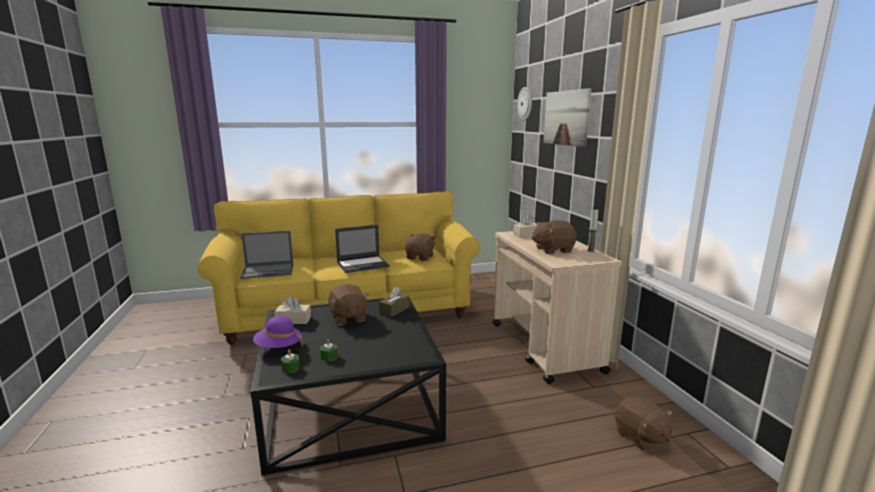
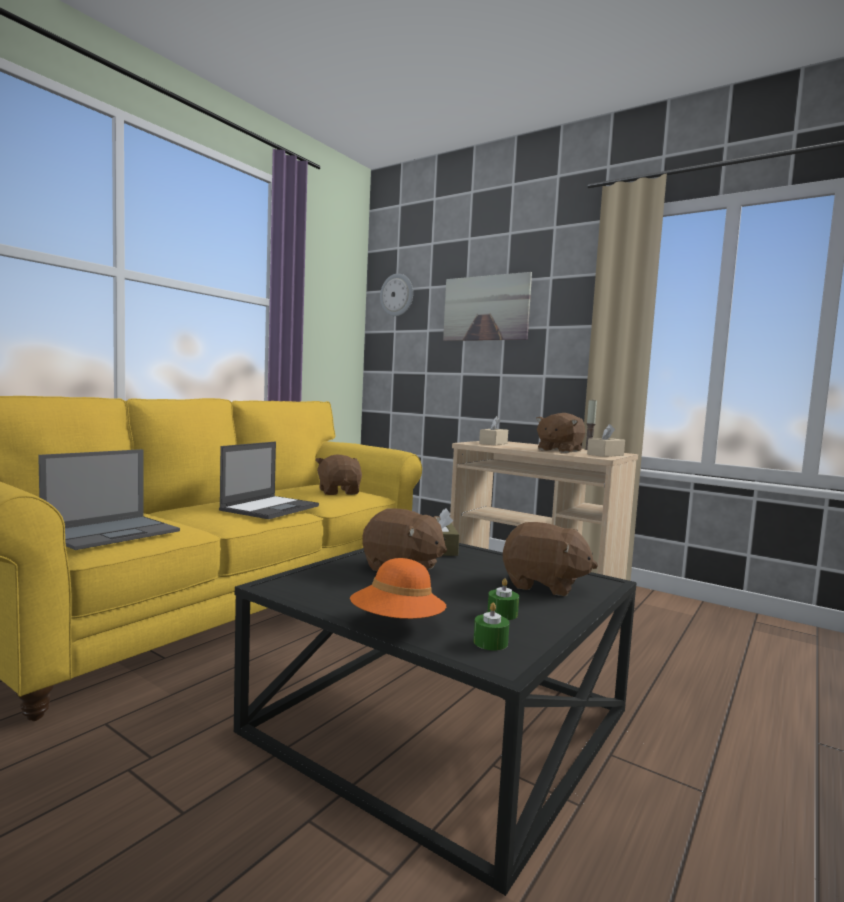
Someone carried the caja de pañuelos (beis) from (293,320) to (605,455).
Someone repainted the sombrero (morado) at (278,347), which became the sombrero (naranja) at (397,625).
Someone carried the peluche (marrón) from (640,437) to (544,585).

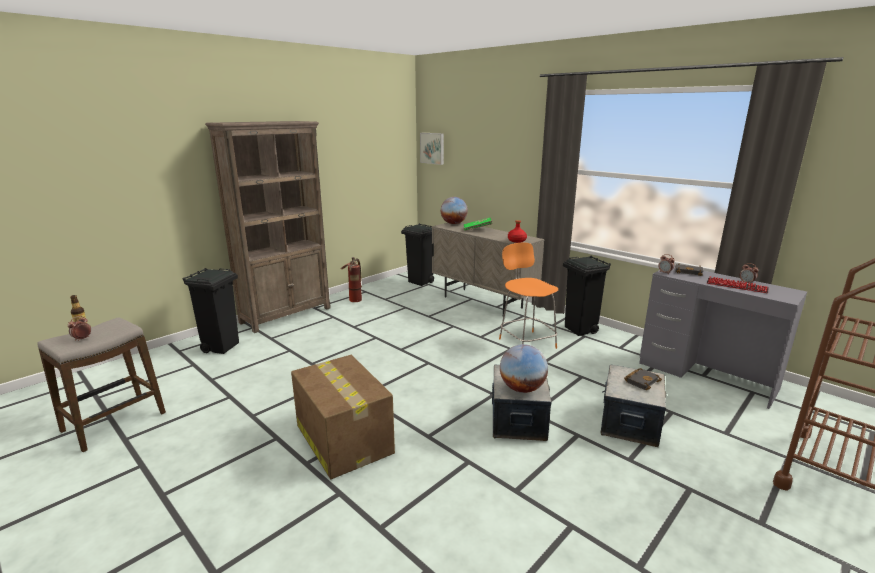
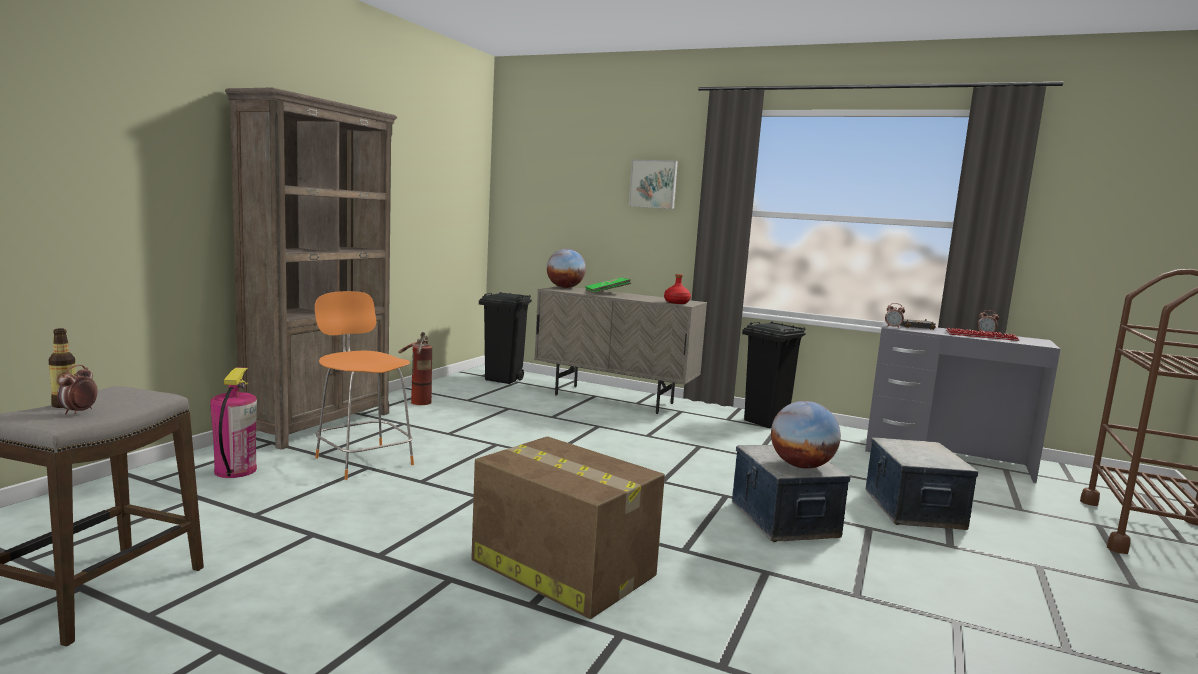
Someone carried the cuadro from (433,148) to (653,184).
Someone carried the silla (naranja) from (526,342) to (363,460).
Someone swapped the papelera (negro) at (222,347) for the extintor at (235,471).
Someone took away the libro (negro) at (641,381).

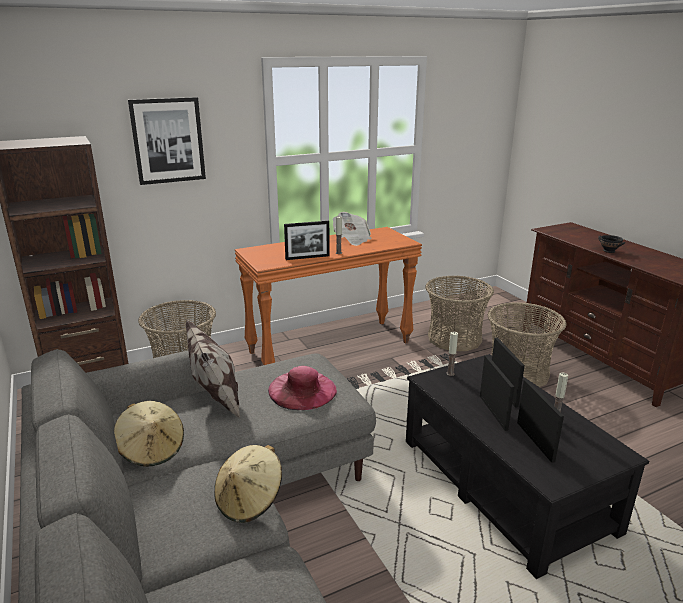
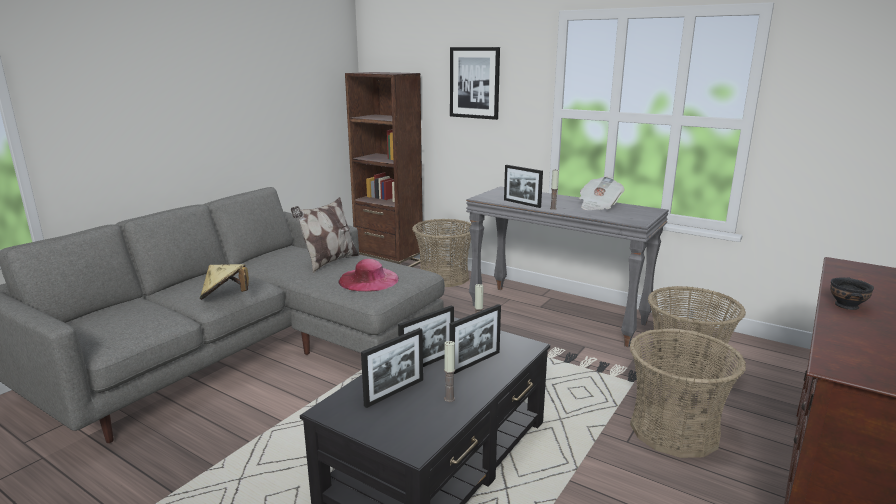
Someone repainted the mesa consola (naranja) at (330,347), which became the mesa consola (gris) at (557,314).
Someone took away the sombrero (beis) at (152,450).

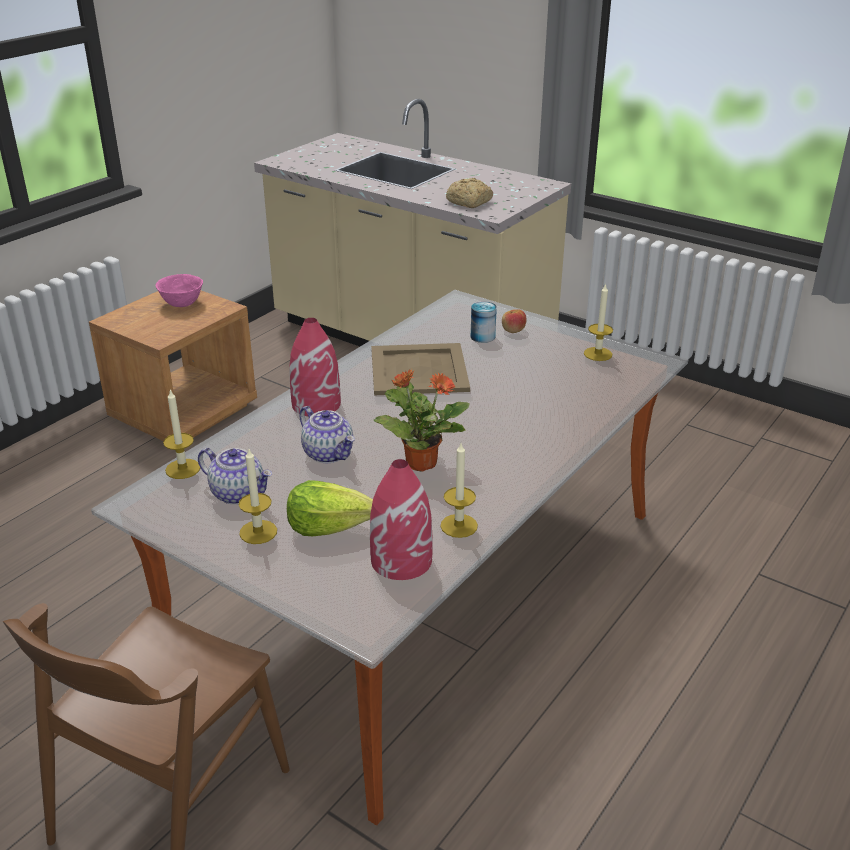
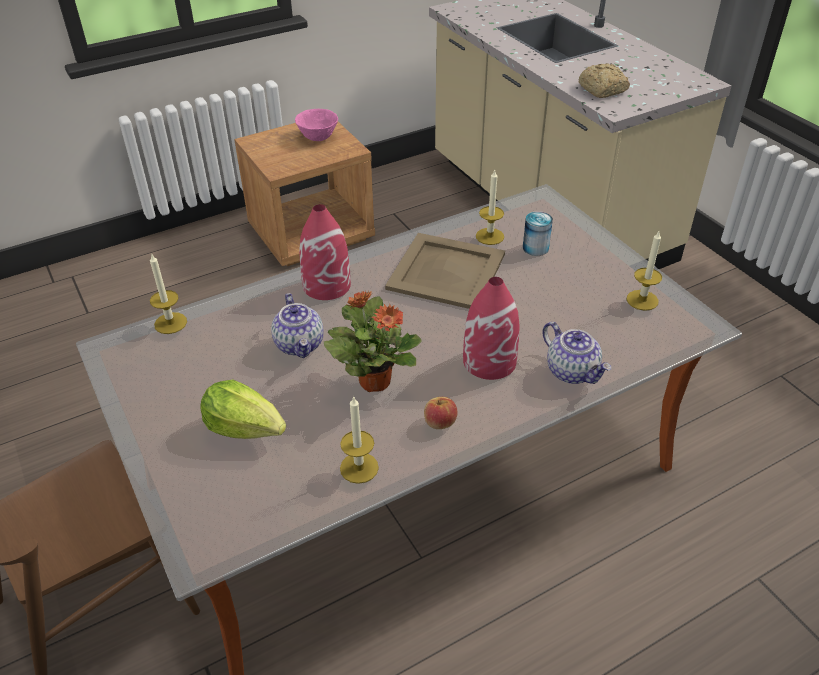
Someone carried the manzana from (513,330) to (440,422).
Someone carried the tetera from (239,493) to (572,371).
Someone carried the vela from (258,532) to (489,236).
Someone carried the florero (rojo) from (401,560) to (489,361).

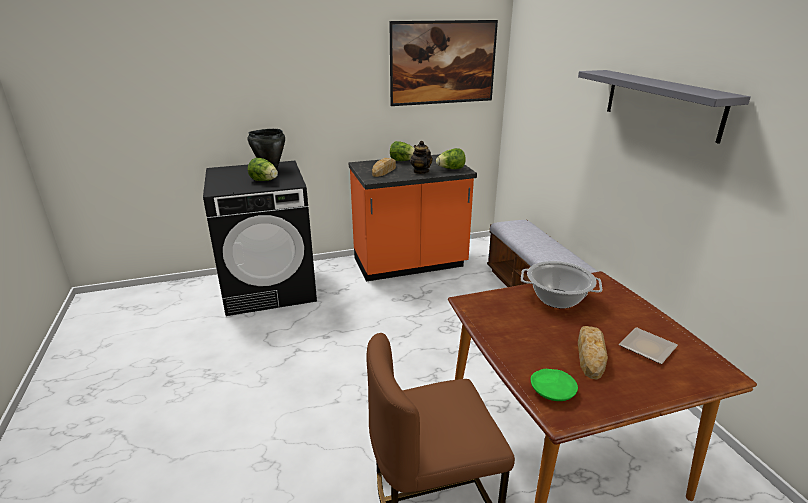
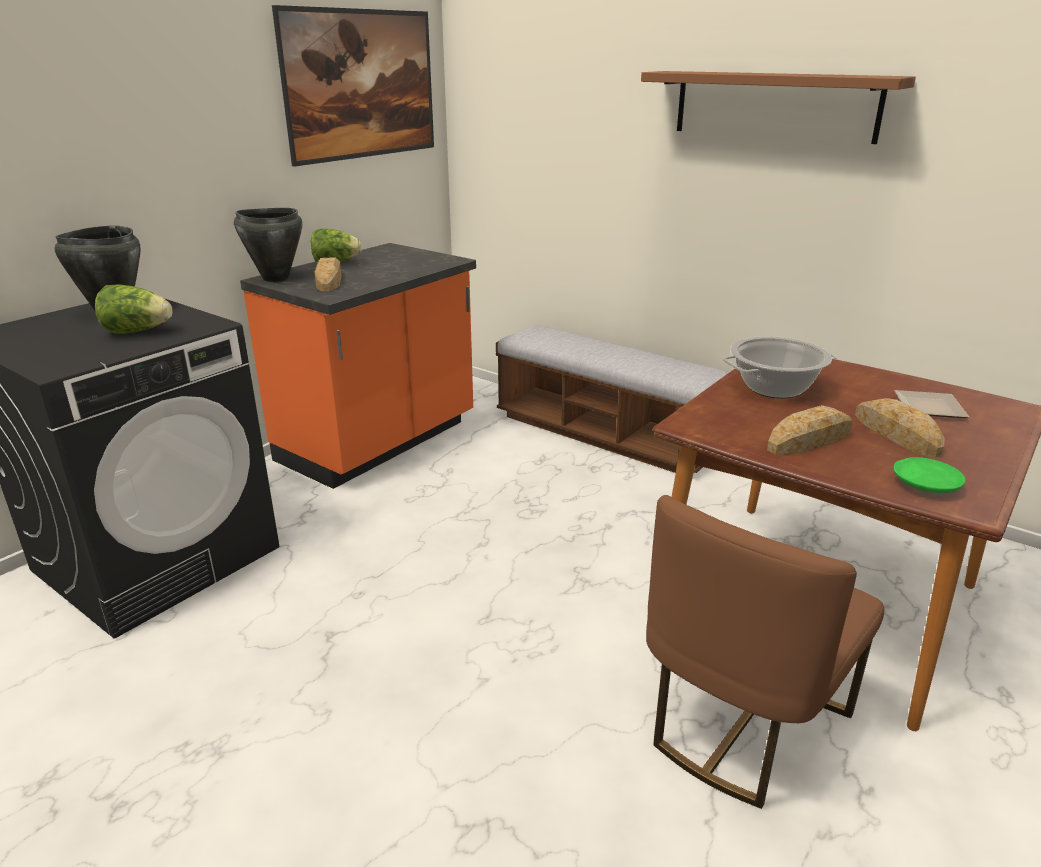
Someone repainted the estante (gris) at (661,103), which became the estante (marrón) at (774,105).
Someone took away the tetera at (421,171).
Someone took away the lechuga at (451,169).
Someone put down the olla (negro) at (275,278).
Someone put down the pan at (808,440).

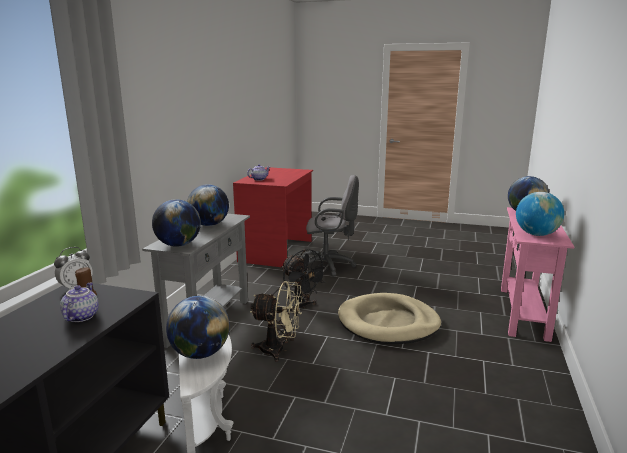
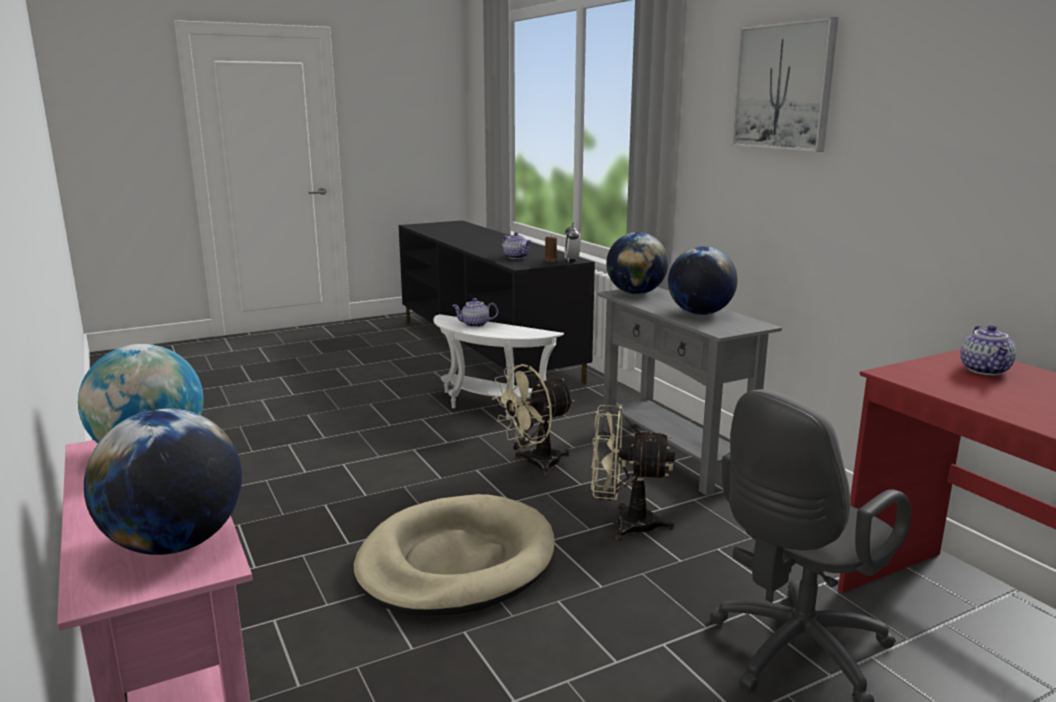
Someone repainted the ventilador (negro) at (301,306), which became the ventilador (beis) at (624,524).
Someone swapped the globo terráqueo at (200,353) for the tetera at (475,325).
Someone put up the cuadro at (783,87).

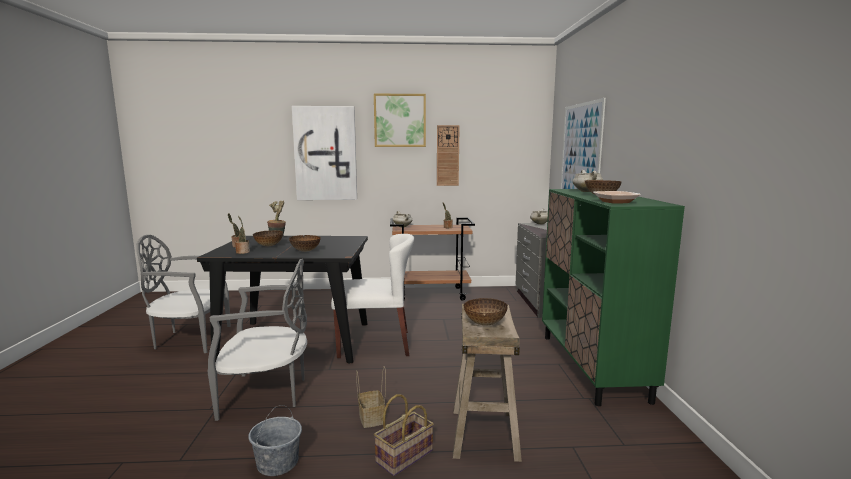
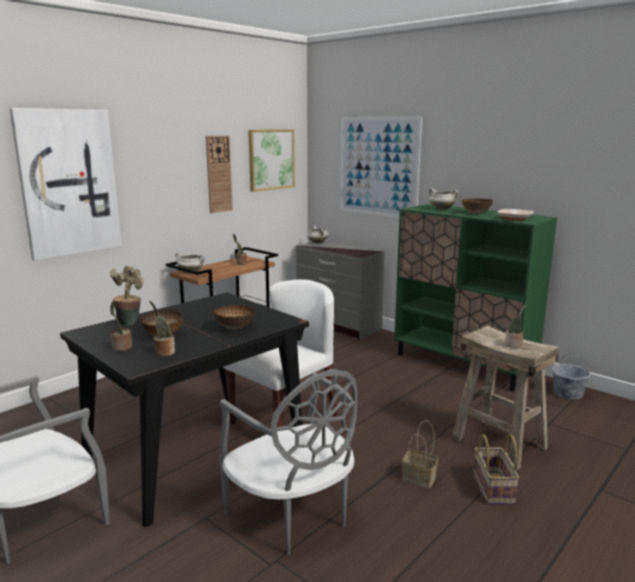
Someone carried the cuadro from (400,120) to (271,159).
Someone rotated the silla (gris) at (266,394) by 105 degrees clockwise.
Someone swapped the cuenco at (484,323) for the planta en maceta at (514,345).
Someone carried the cubo (gris) from (278,462) to (567,393).

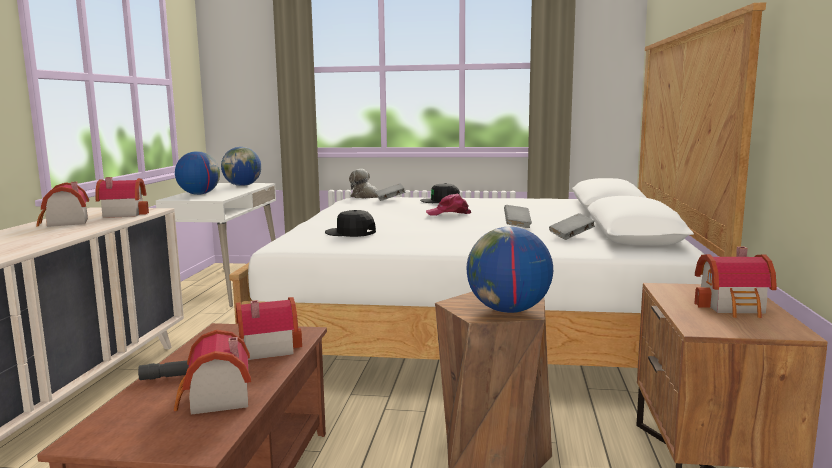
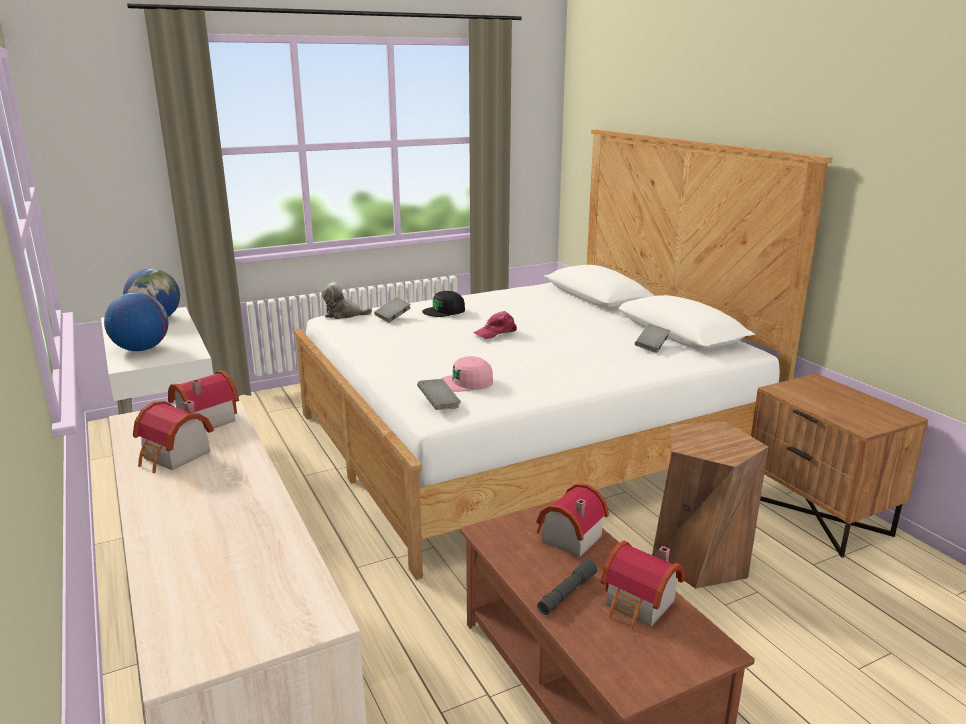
Someone carried the libro (gris) from (517,225) to (439,404).
Someone repainted the gorra (negro) at (351,232), which became the gorra (rosa) at (466,382).
Someone took away the globo terráqueo at (508,310).
Someone took away the casita at (735,307).

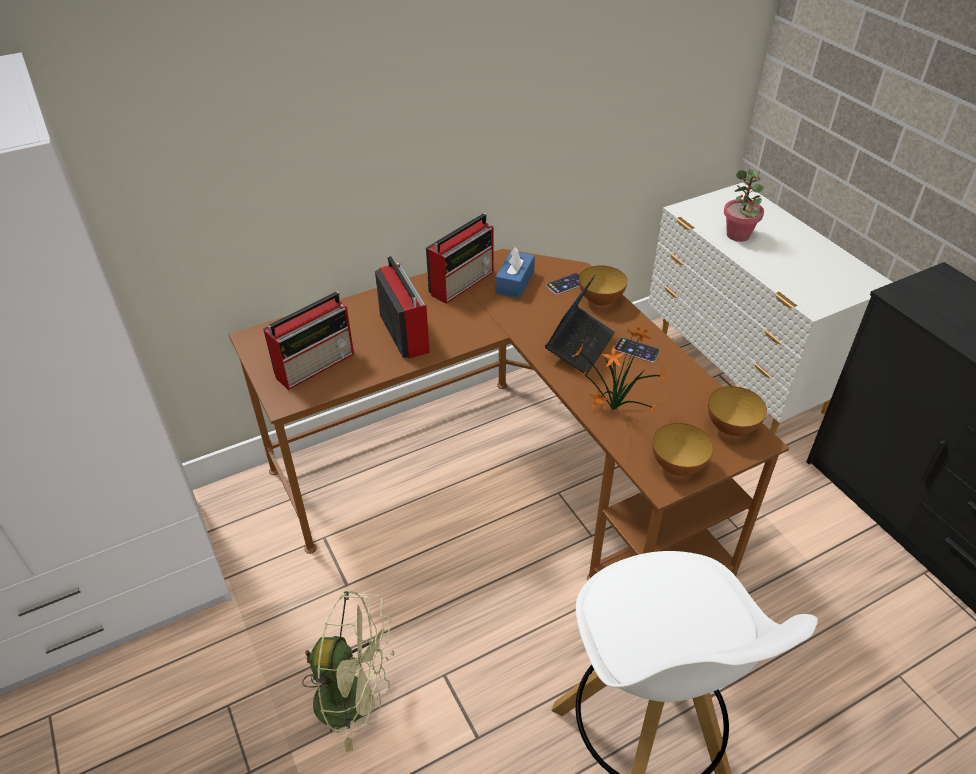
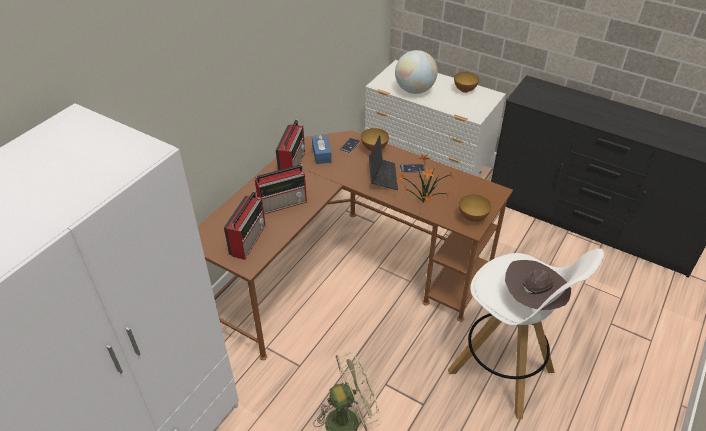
Someone swapped the planta en maceta at (738,235) for the globo terráqueo at (414,90).
Someone rotated the radio at (404,332) by 120 degrees clockwise.
Someone carried the cuenco from (731,428) to (464,90).
Someone put down the sombrero (marrón) at (532,301).

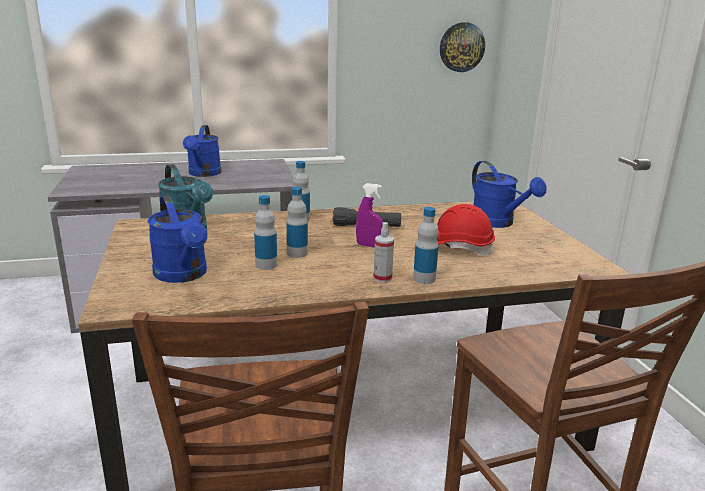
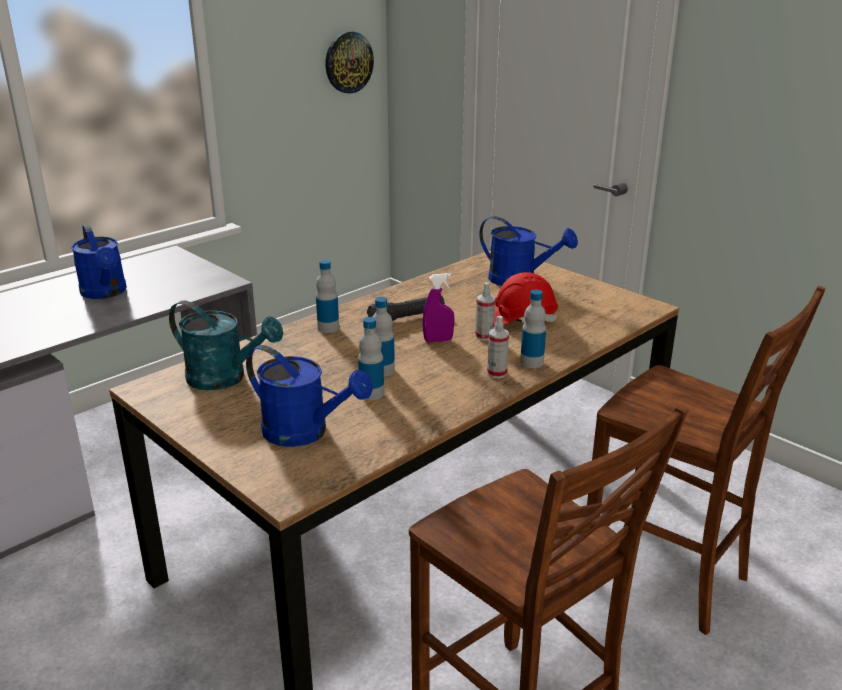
Someone put down the pulverizador at (484,336).

